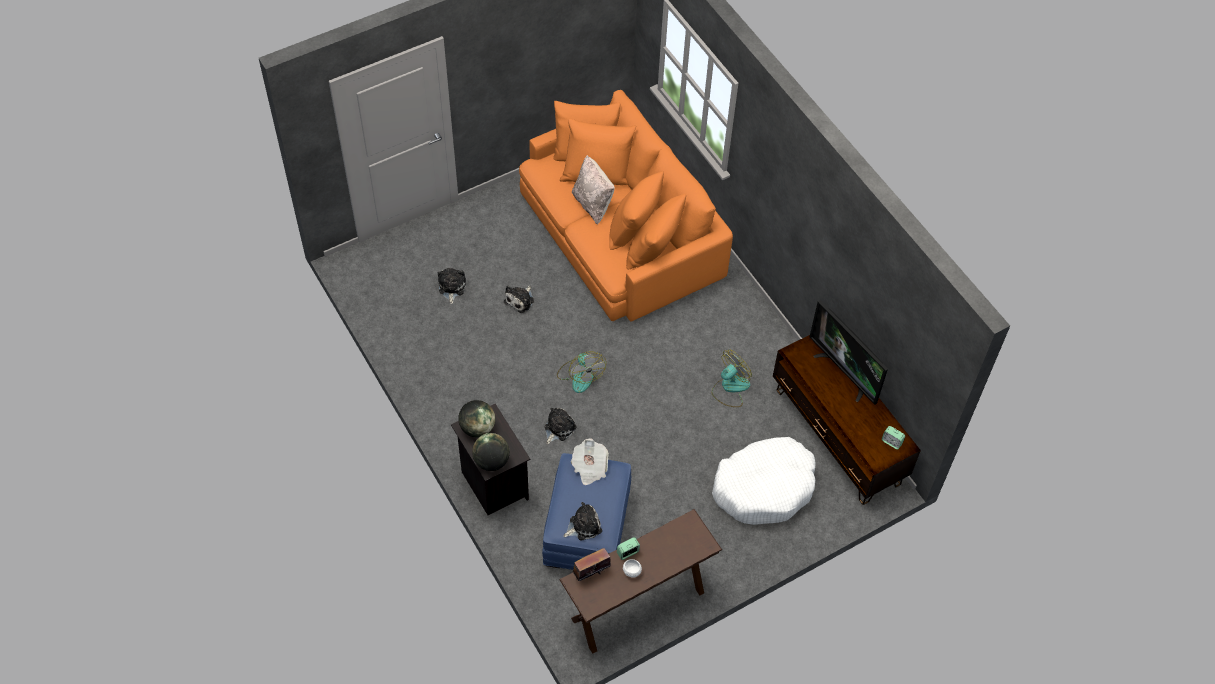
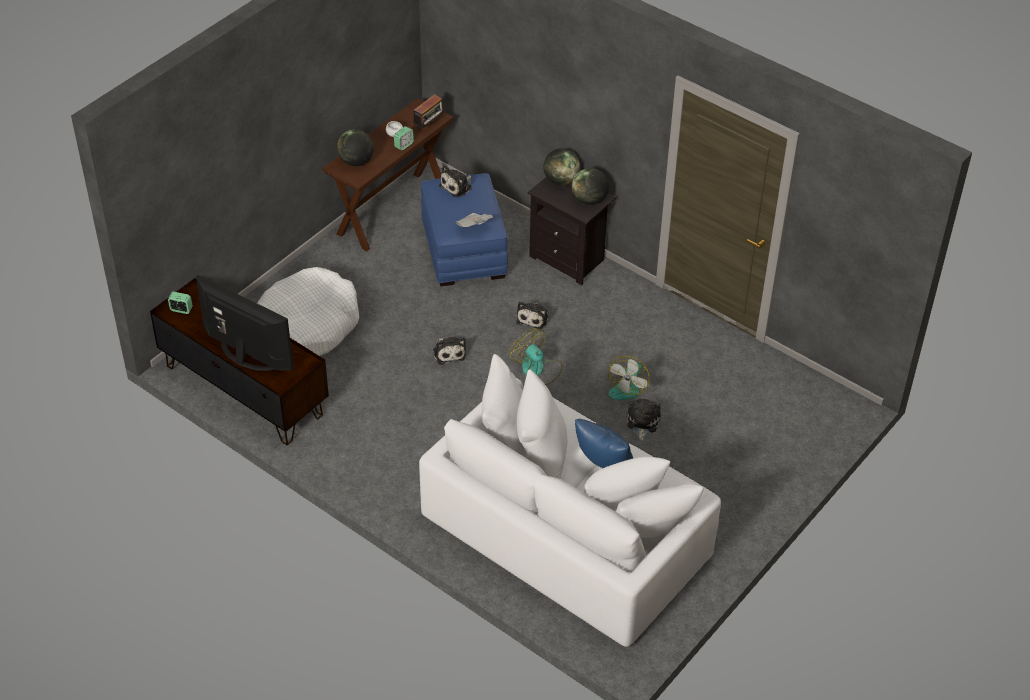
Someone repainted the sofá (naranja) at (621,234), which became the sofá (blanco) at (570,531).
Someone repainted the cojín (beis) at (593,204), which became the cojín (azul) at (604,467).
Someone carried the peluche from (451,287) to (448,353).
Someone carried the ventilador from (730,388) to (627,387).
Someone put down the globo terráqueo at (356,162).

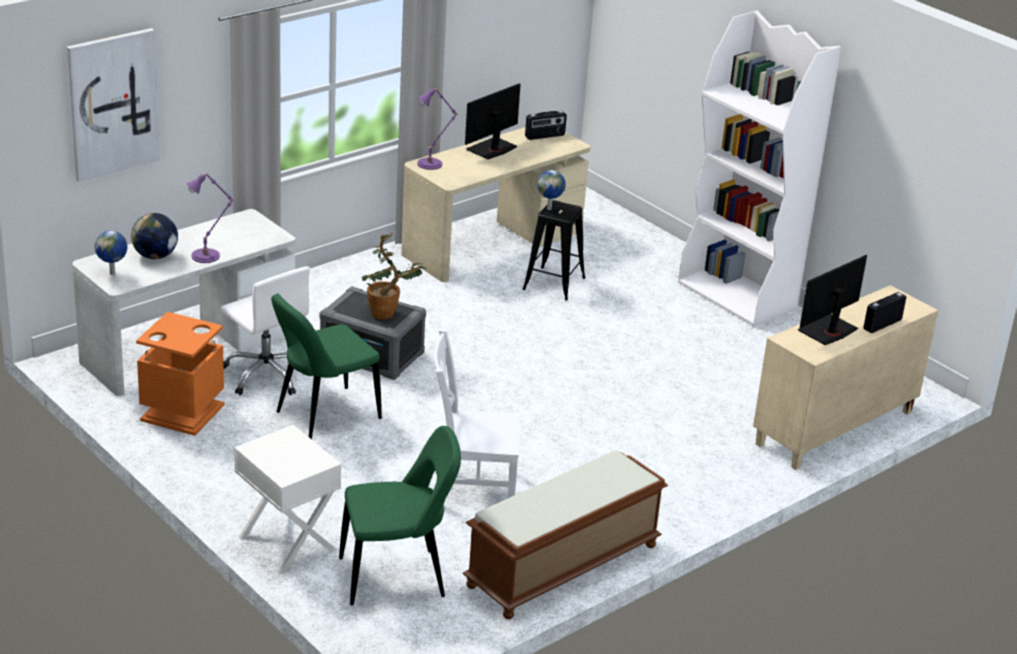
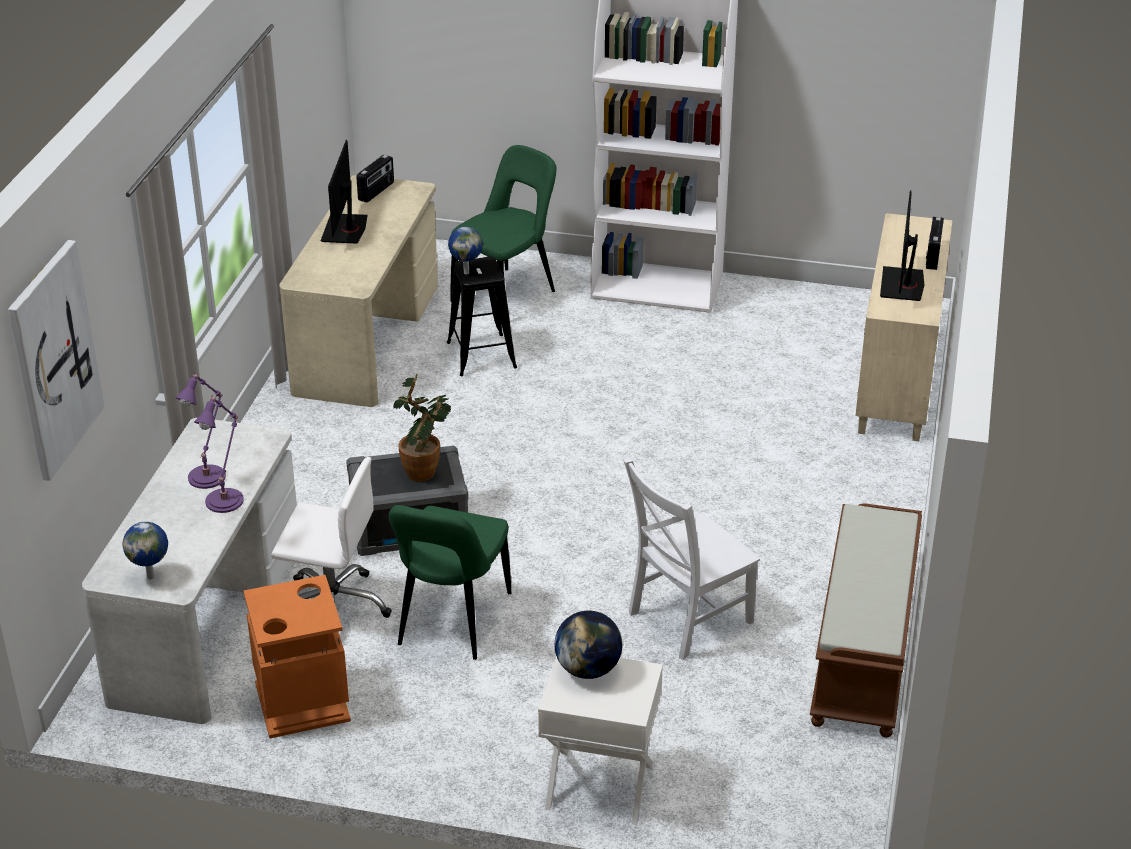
Someone carried the lámpara de mesa (morado) from (432,163) to (209,475).
Someone carried the globo terráqueo from (155,256) to (588,669).
Someone carried the silla (verde) from (397,577) to (507,295).

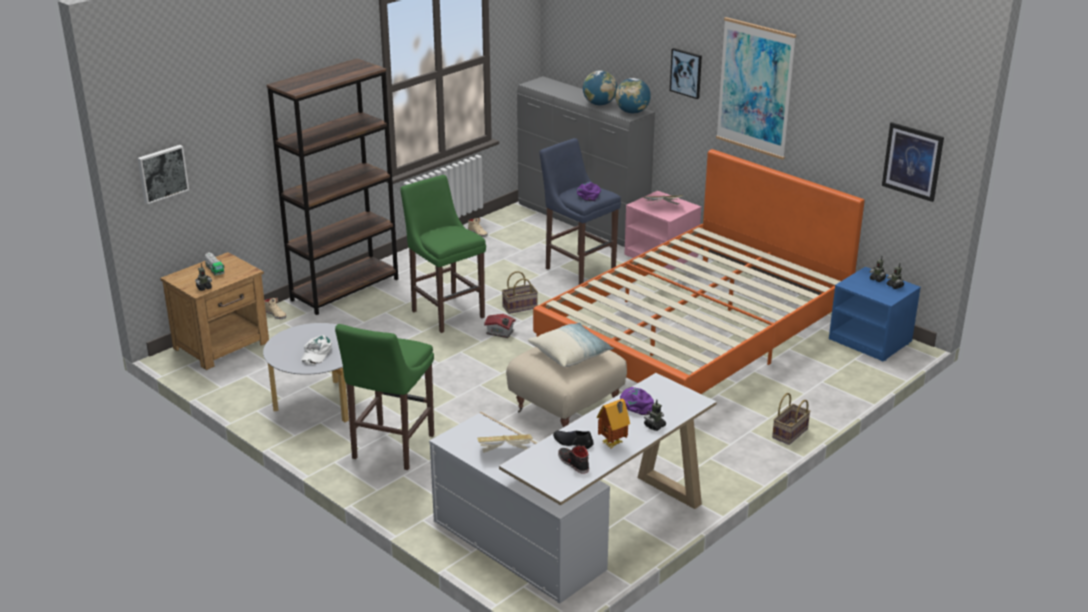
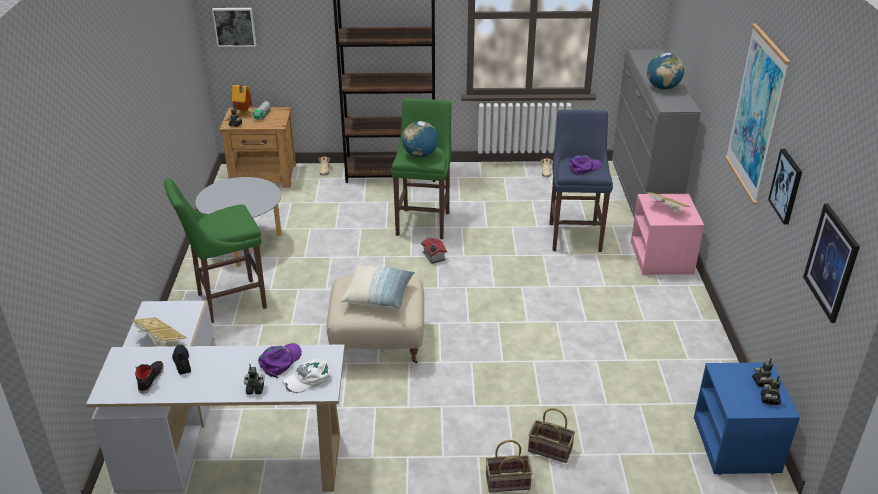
Someone carried the cuadro from (686,73) to (786,186).
Someone carried the globo terráqueo from (632,112) to (420,155).
Someone took away the cama (naranja) at (695,333).
Someone carried the cesta from (520,307) to (551,449).
Someone carried the gorra (blanco) from (316,353) to (308,378).
Someone carried the casita from (613,444) to (243,114).

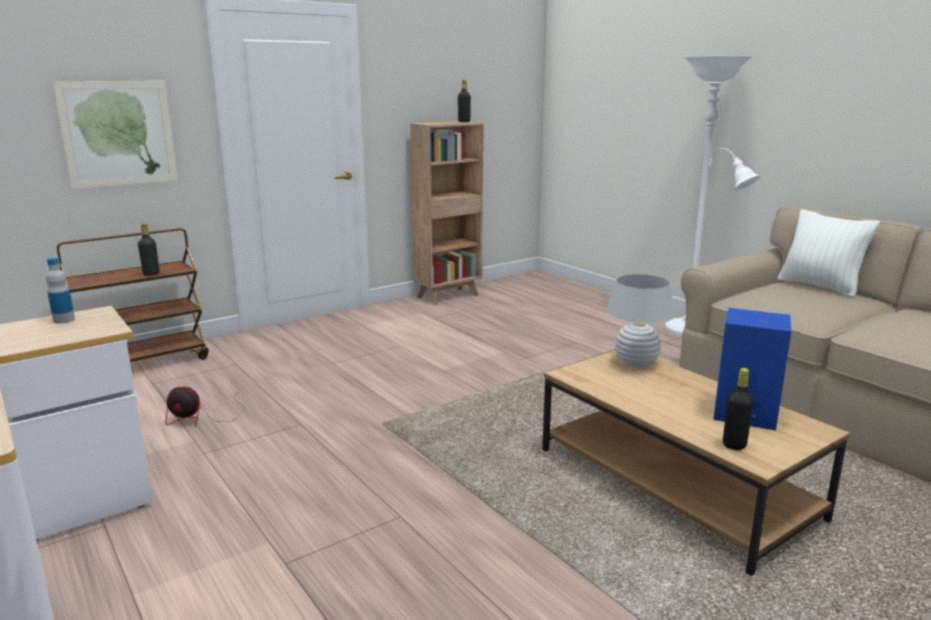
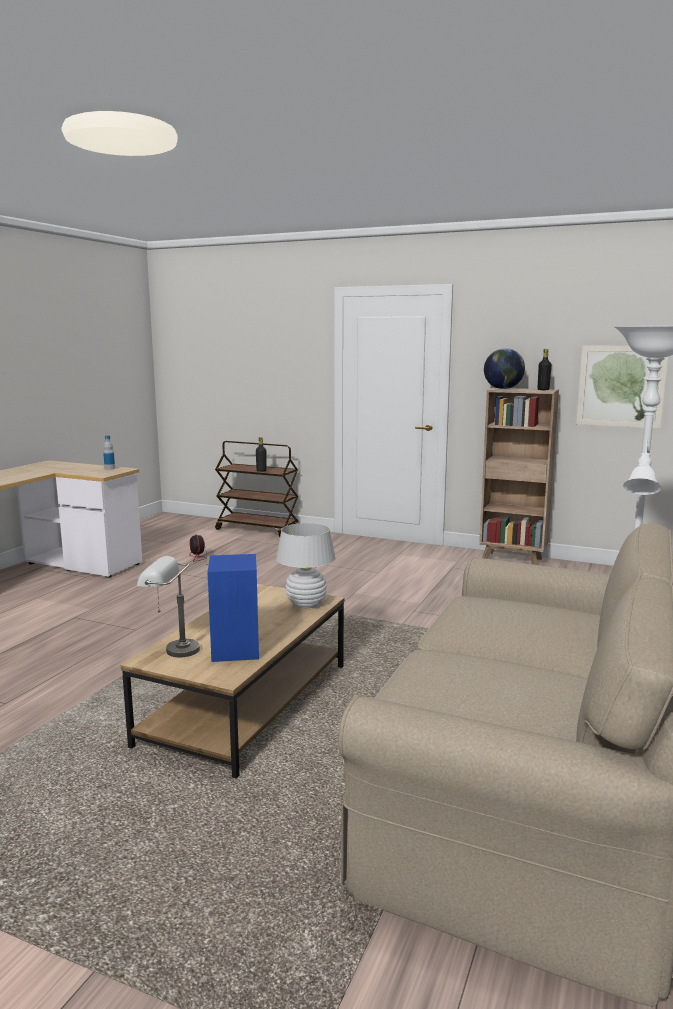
Someone carried the cuadro from (118,133) to (621,386).
Someone took away the cojín (blanco) at (819,287).
Someone swapped the botella (negro) at (734,445) for the lámpara de mesa (gris) at (171,650).
Someone put down the globo terráqueo at (503,389).

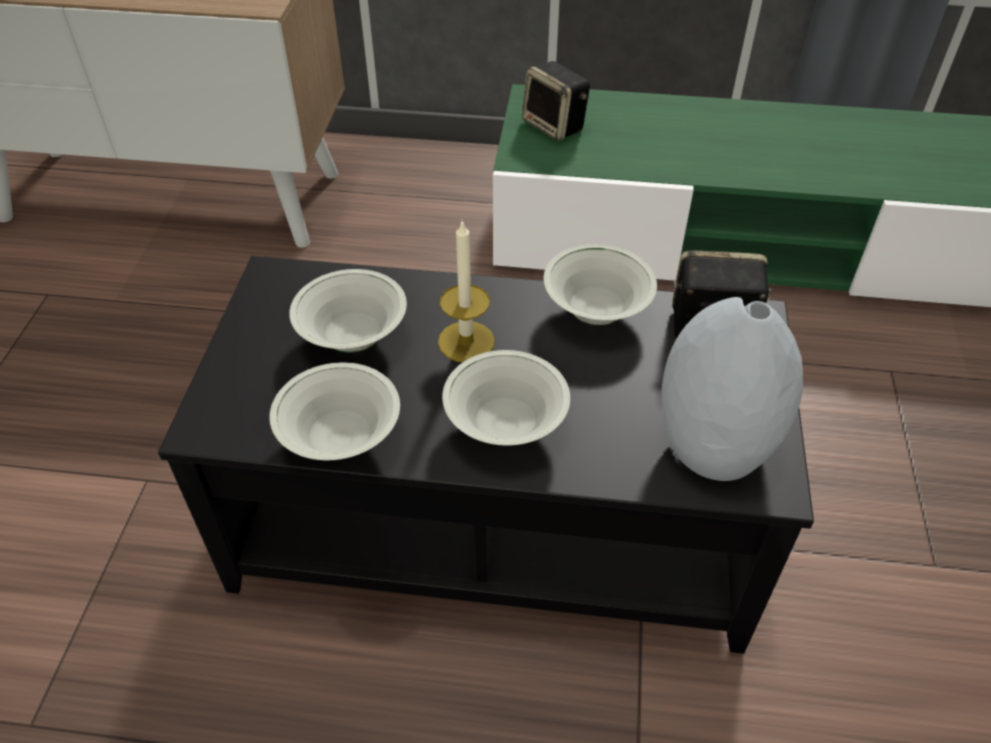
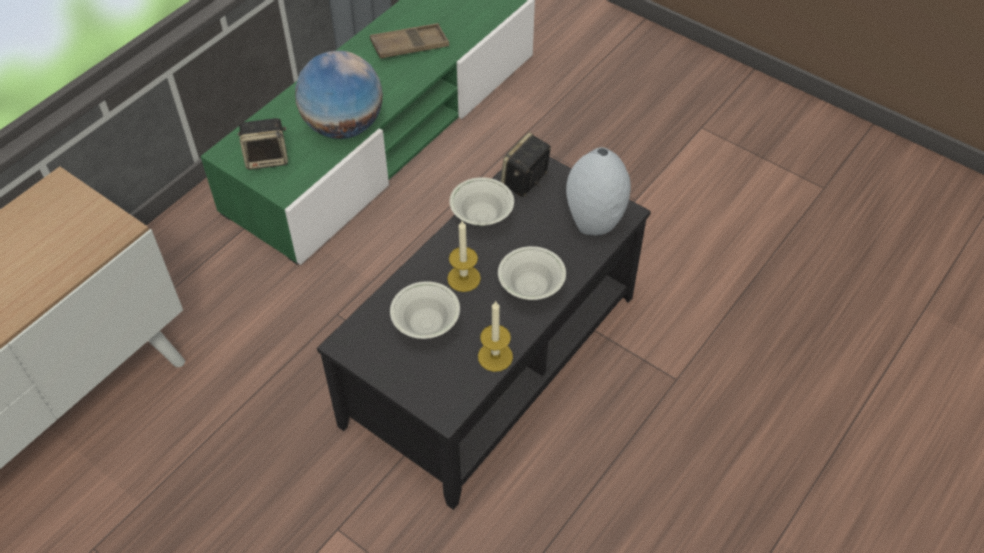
Someone swapped the cuenco (blanco) at (341,440) for the vela at (495,356).
Someone put down the bandeja (marrón) at (410,46).
Someone put down the globo terráqueo at (343,126).

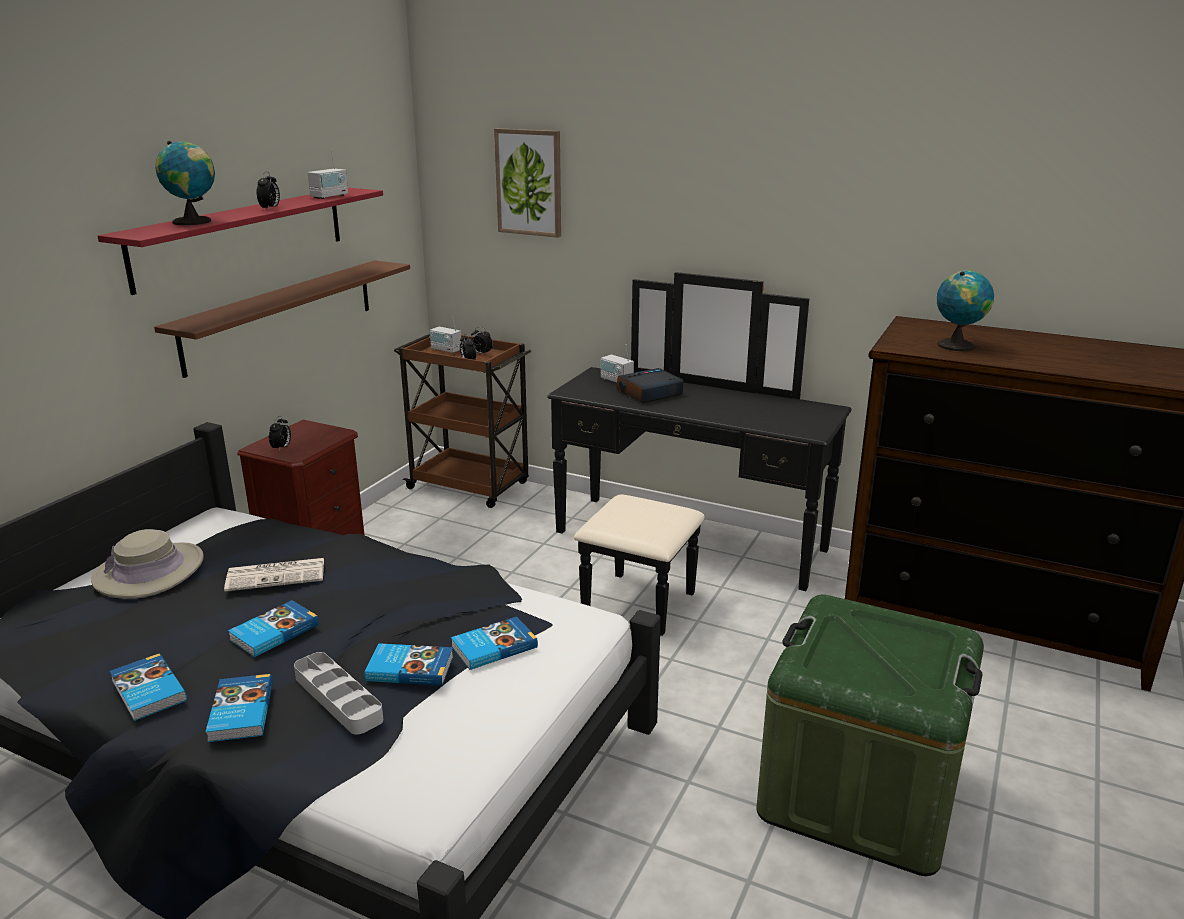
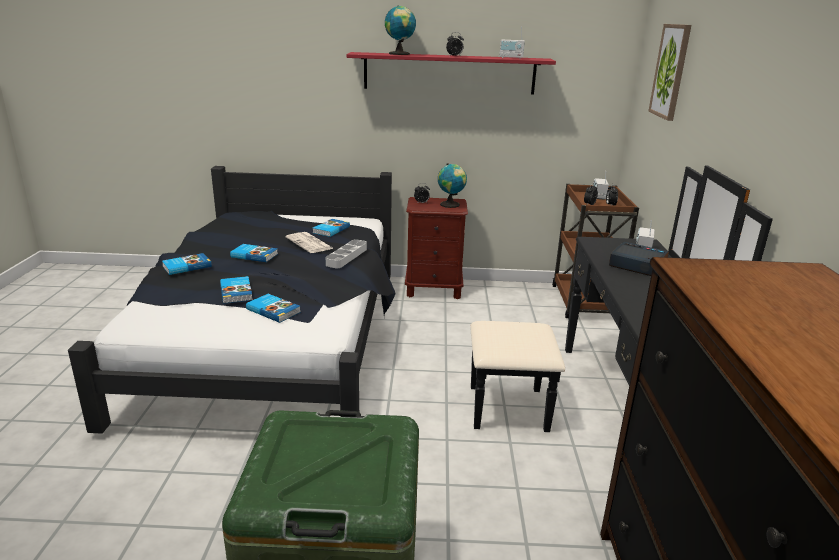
Someone took away the estante (marrón) at (282,314).
Someone carried the globo terráqueo from (957,345) to (451,205).
Someone took away the sombrero (beis) at (149,571).
Someone carried the bandeja (gris) from (338,698) to (347,257).
Someone carried the libro from (147,691) to (330,229).

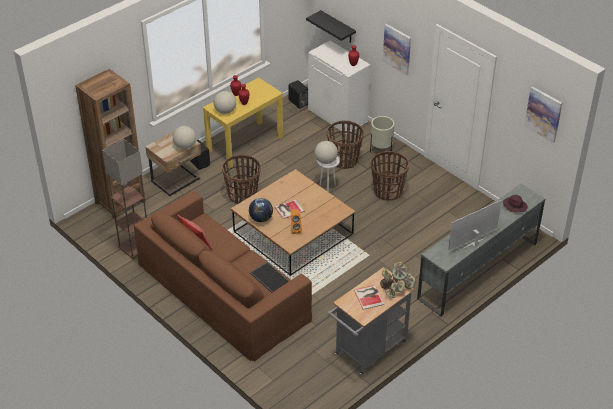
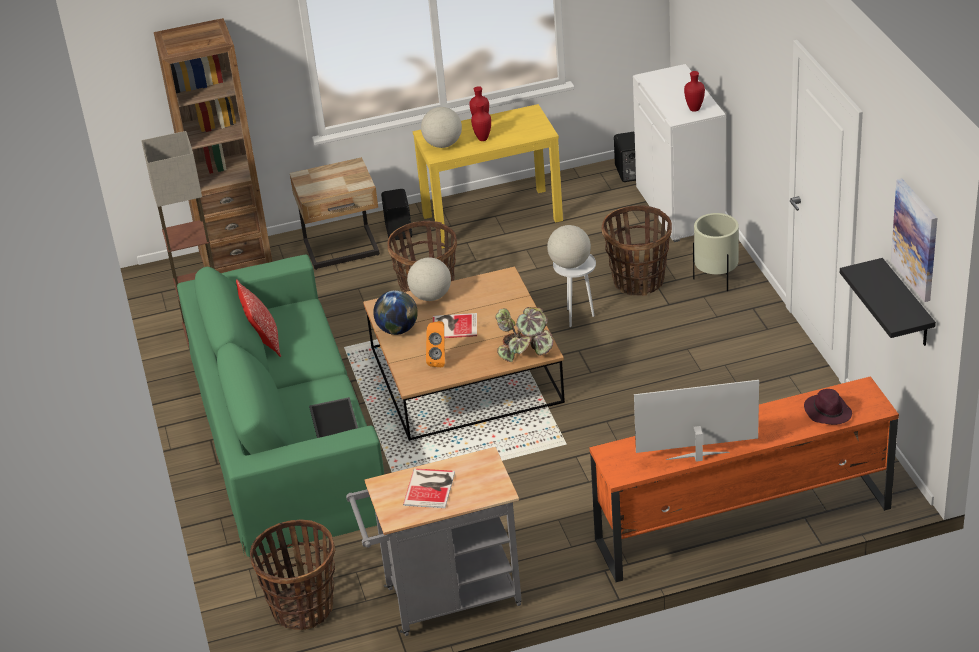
Someone carried the estante (negro) from (338,27) to (907,305).
Someone took away the cuadro at (397,49).
Someone carried the globo terráqueo from (185,146) to (431,296).
Someone carried the cesta from (387,191) to (303,607).
Someone repainted the mueble de televisión (gris) at (477,271), which became the mueble de televisión (naranja) at (741,524).
Someone repainted the sofá (marrón) at (222,291), which became the sofá (verde) at (285,434).
Someone carried the planta en maceta from (396,287) to (525,350).

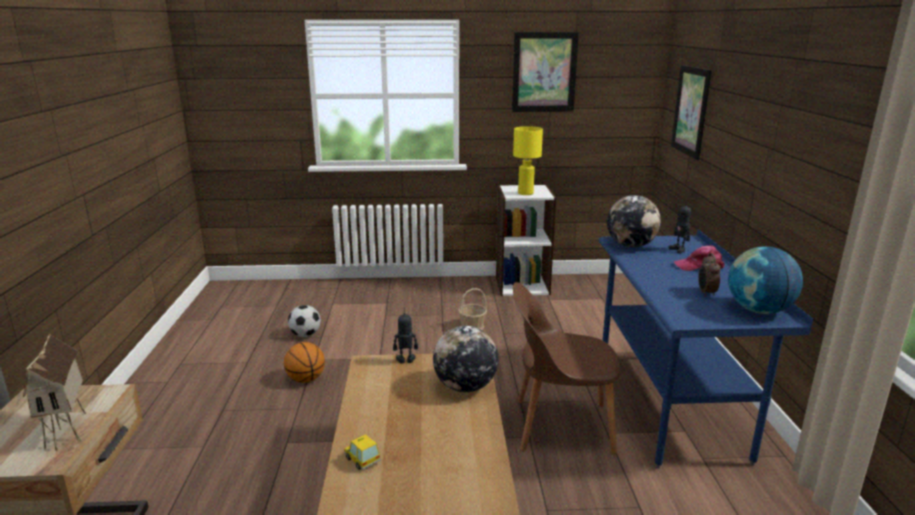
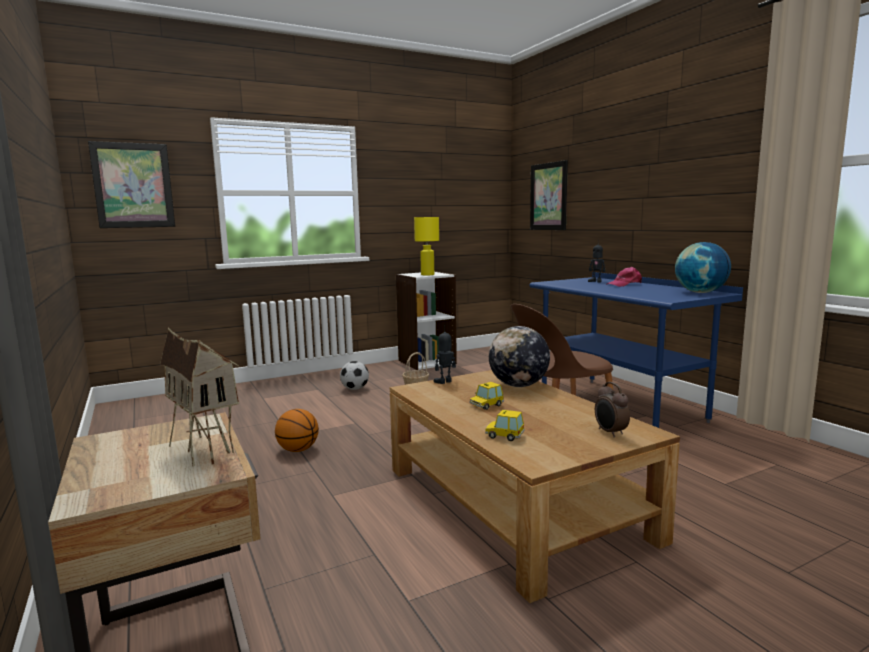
Someone carried the cuadro from (544,72) to (133,185).
Someone took away the globo terráqueo at (630,246).
Someone carried the despertador from (706,293) to (610,433).
Someone carried the balón de fútbol from (305,335) to (355,389).
Someone put down the coche de juguete at (486,405).

